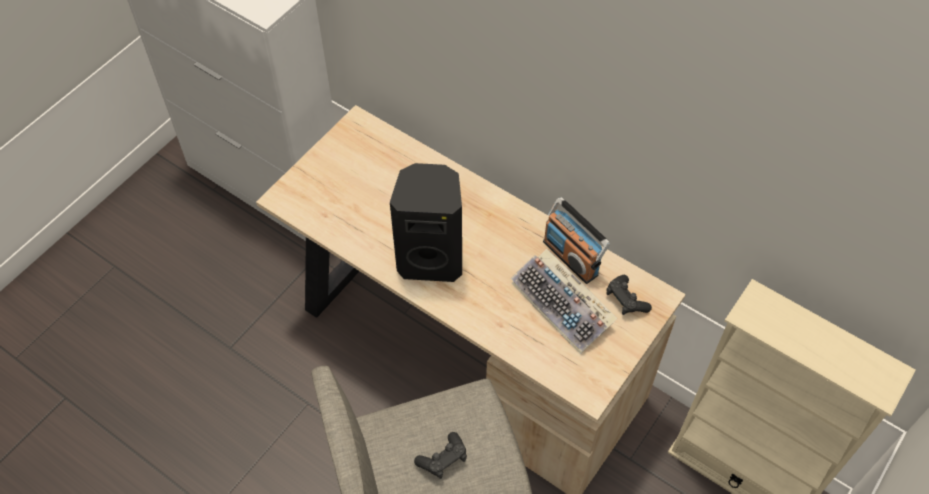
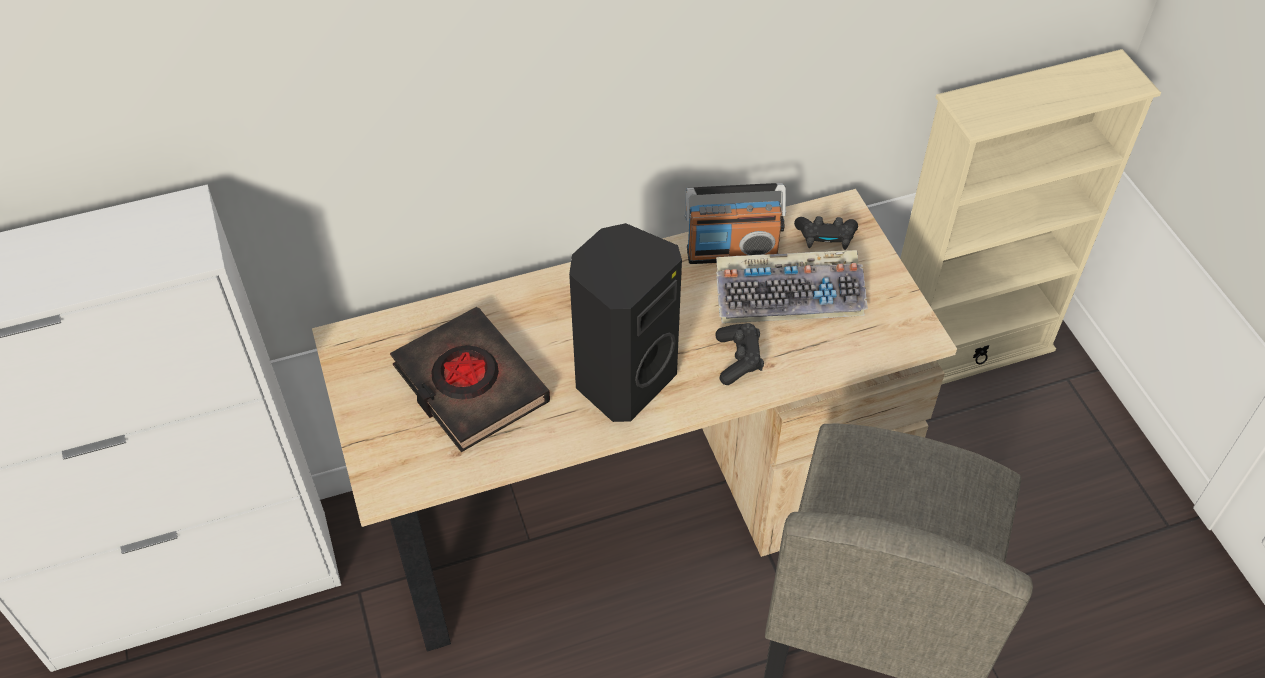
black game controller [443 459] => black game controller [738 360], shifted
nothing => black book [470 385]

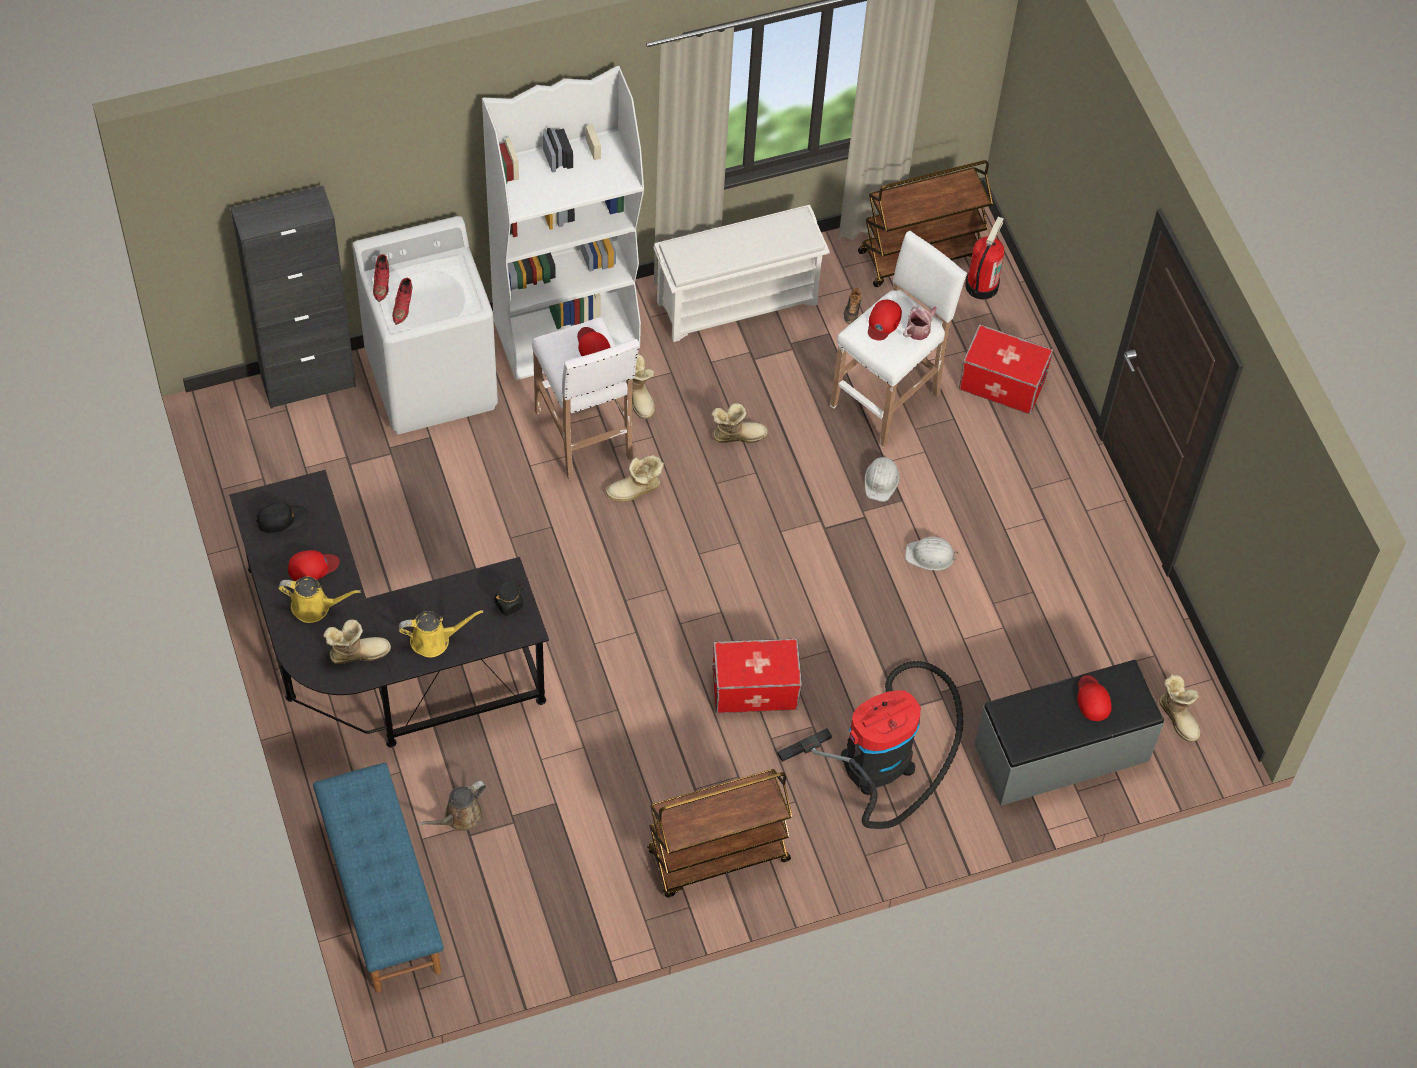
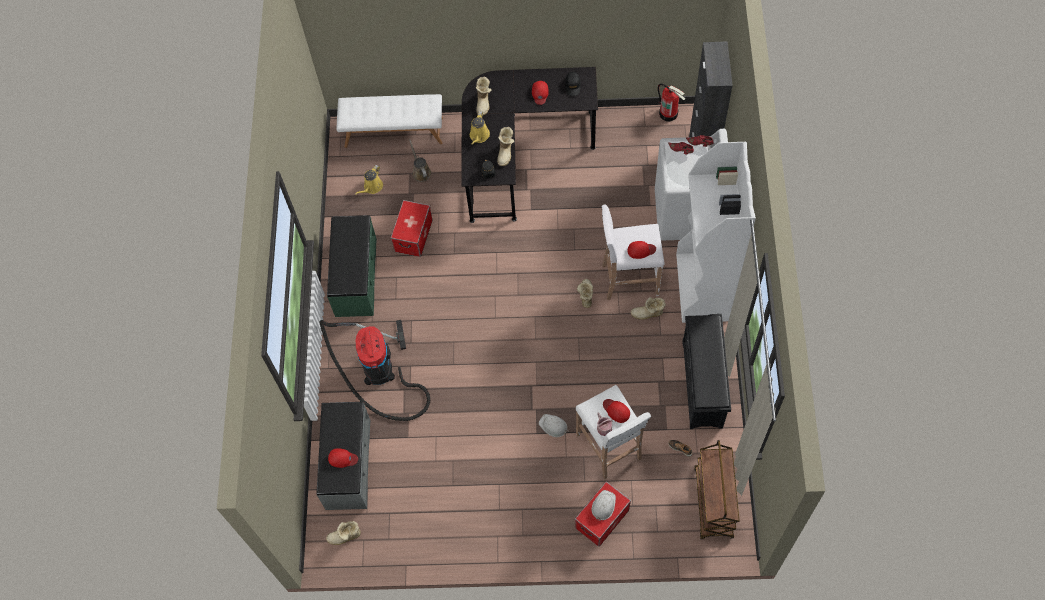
yellow watering can [315 607] => yellow watering can [372 187], shifted
blue bench [380 894] => white bench [393 131]
brown cart [717 857] => green bench [355 277]
white shoe rack [738 301] => black shoe rack [703 385]
boot [737 434] => boot [506 153], shifted
storage box [754 689] => storage box [413 235], shifted
white hard hat [930 556] => white hard hat [603 506], shifted
fire extinguisher [981 285] => fire extinguisher [668 113], shifted

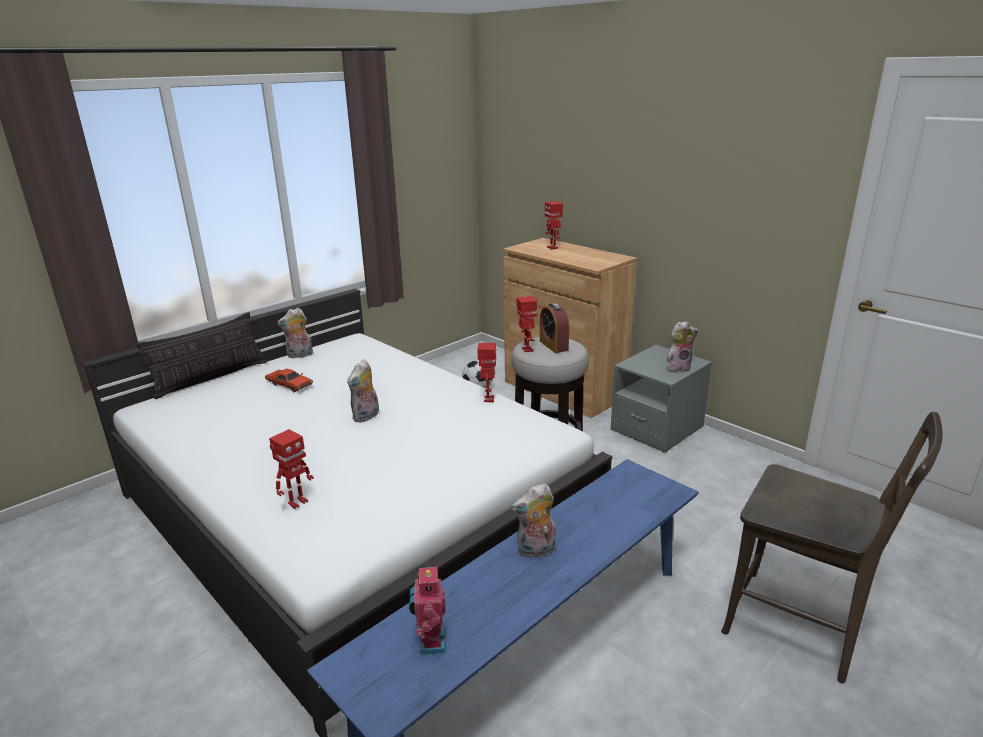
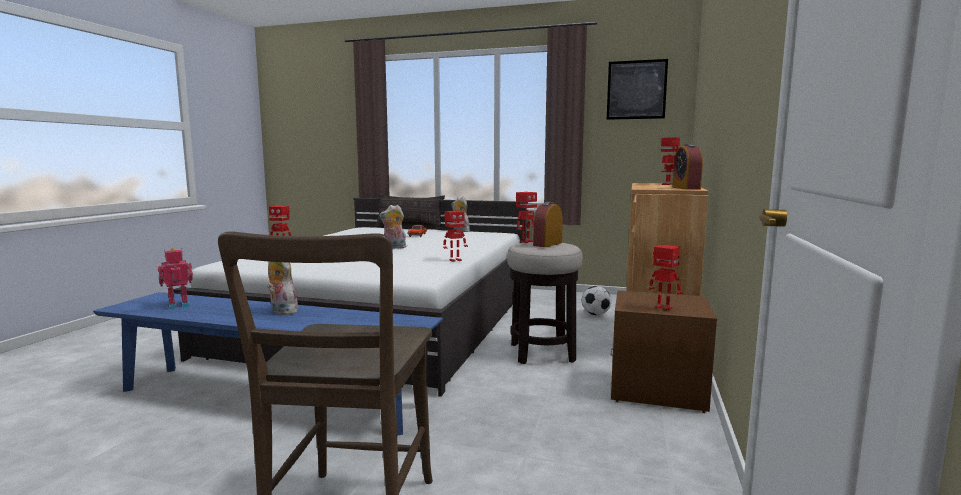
grey nightstand [657 429] => brown nightstand [657 390]
plush toy [678 368] => toy robot [663 308]
nothing => picture [636 90]
nothing => alarm clock [686 188]

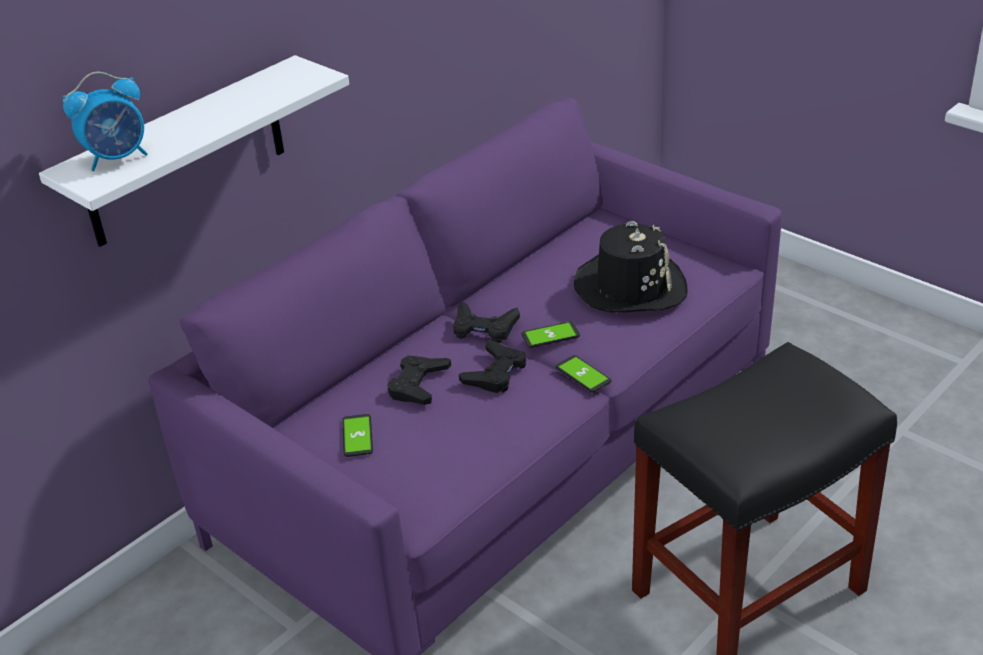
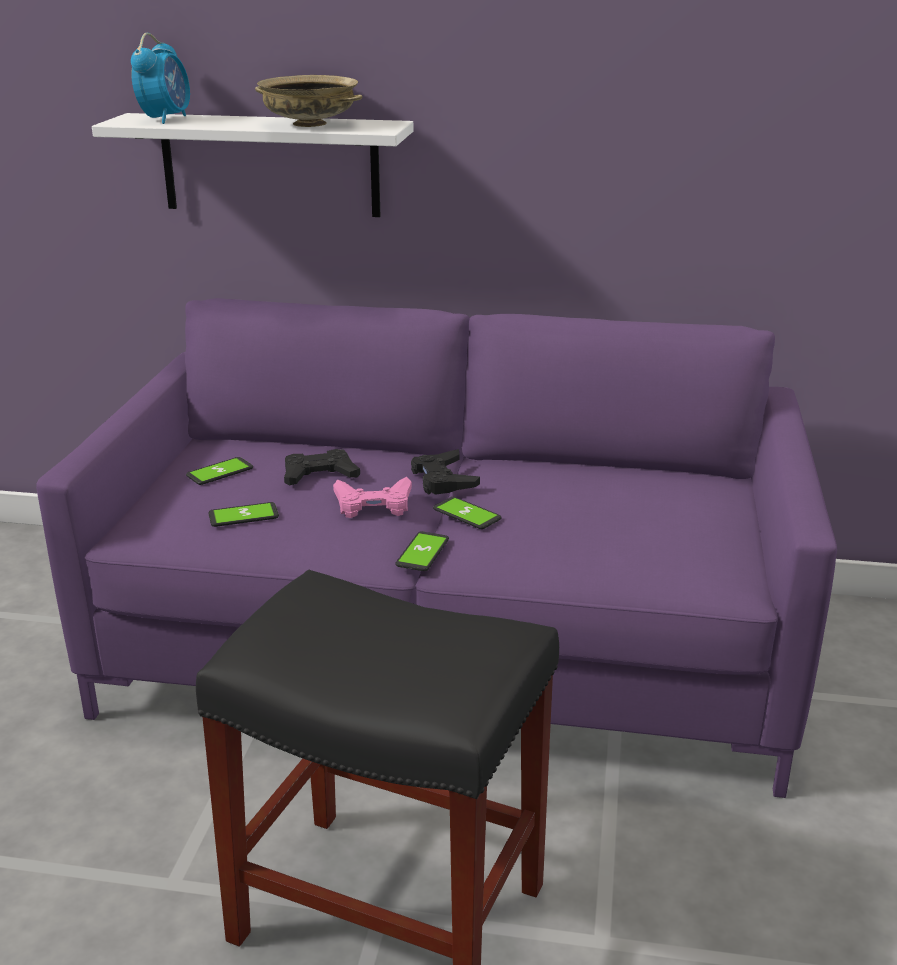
alarm clock [118 158] => alarm clock [165 119], 105 degrees counterclockwise
black game controller [495 373] => pink game controller [373 504]
black hat [630 286] => nothing
nothing => phone [243 516]
nothing => beige bowl [310 124]

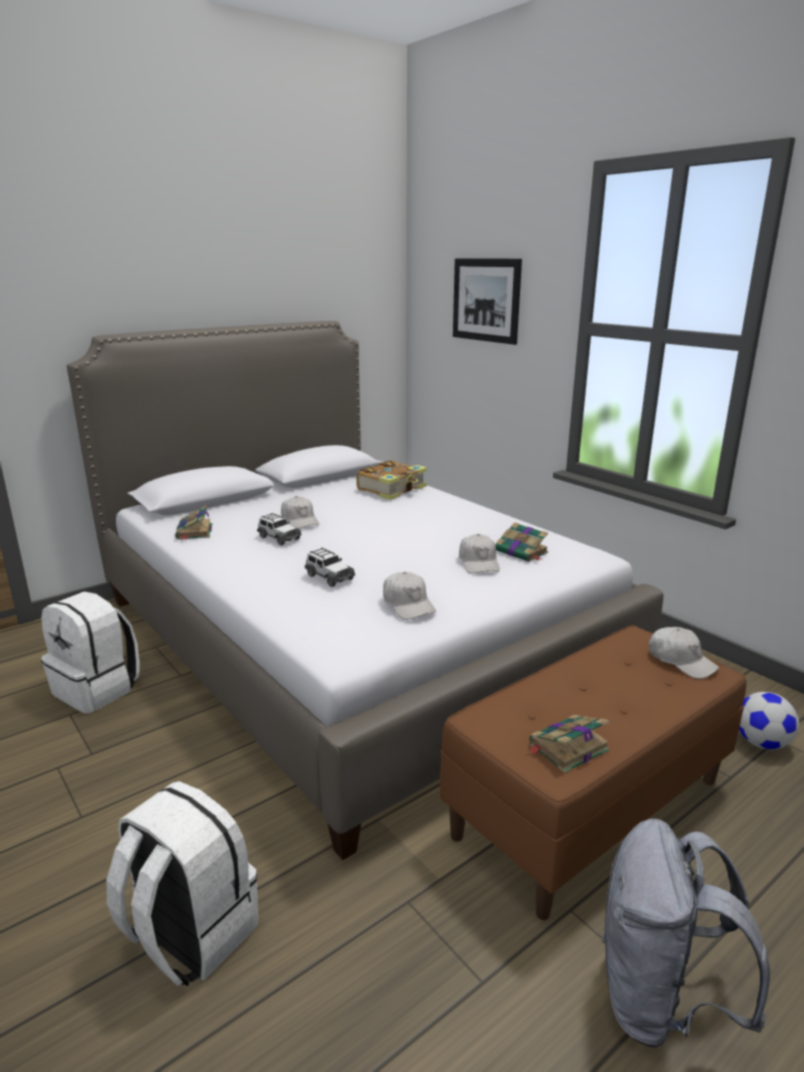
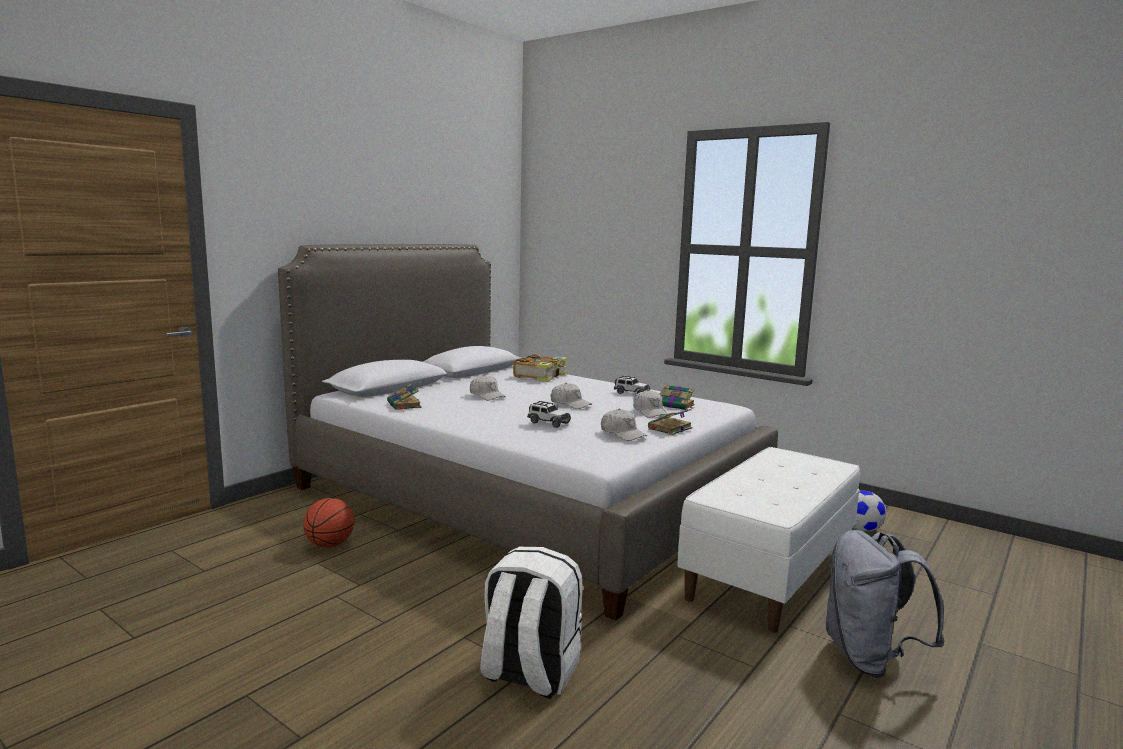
white backpack [98 689] => basketball [330 545]
toy car [278 538] => toy car [631 393], shifted
brown bench [588 806] => white bench [769 573]
picture [486 300] => nothing
book [567 748] => book [669 429], shifted
white cap [681 661] => white cap [570 404], shifted

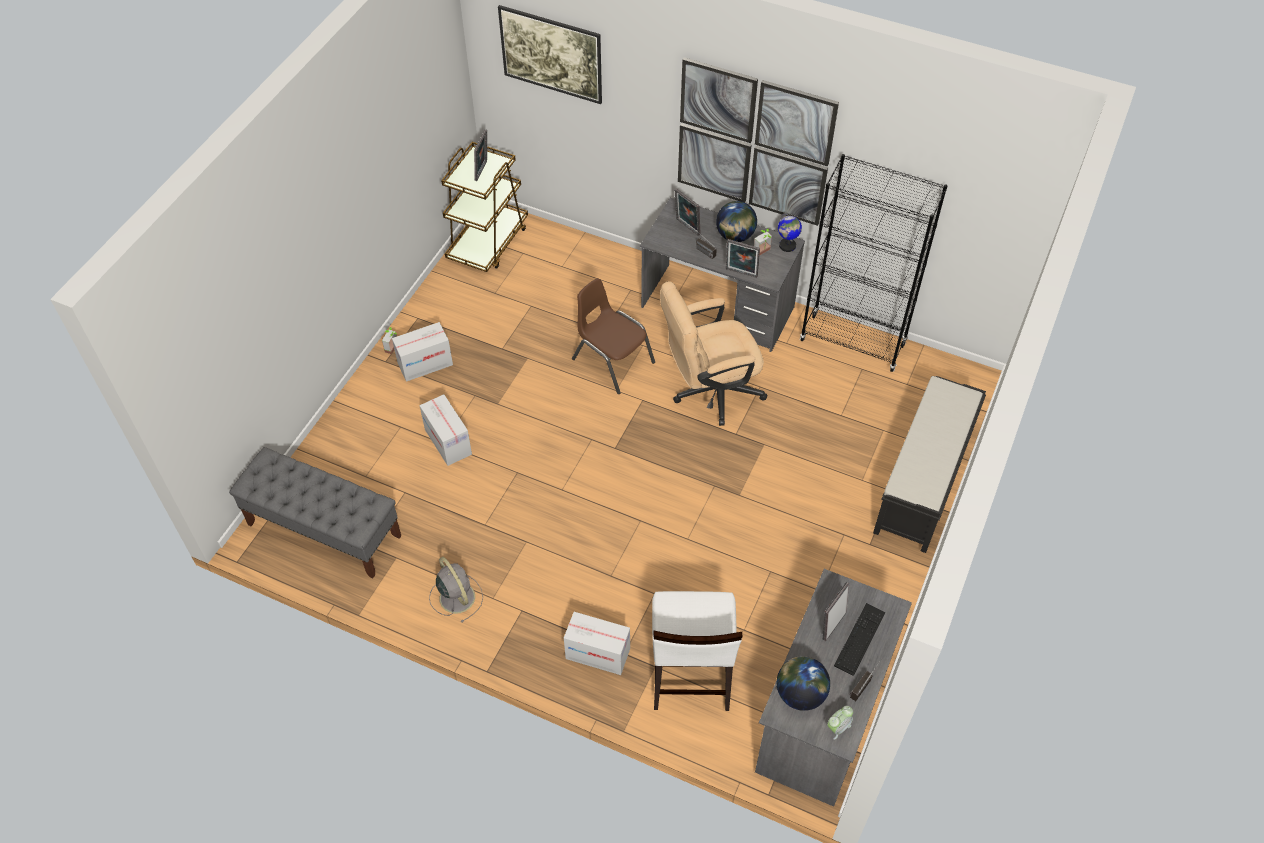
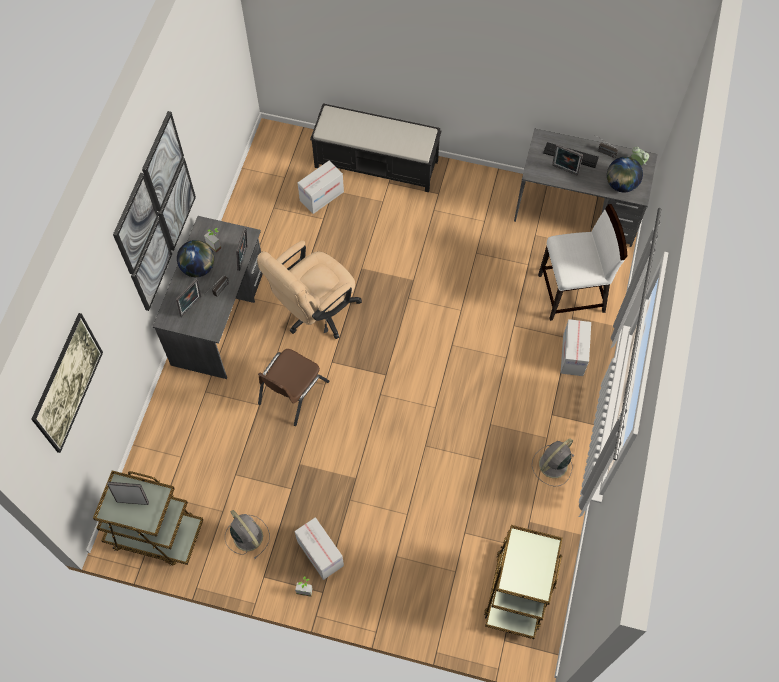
grey bench [323 530] => brown cart [517 590]
cardboard box [448 442] => cardboard box [321 196], shifted
beige office chair [709 392] => beige office chair [315 313], 75 degrees clockwise
globe [787 246] => nothing
black bookcase [852 343] => nothing
nothing => grey fan [247 535]

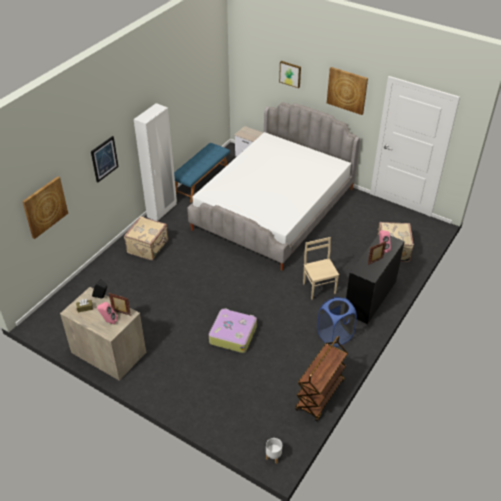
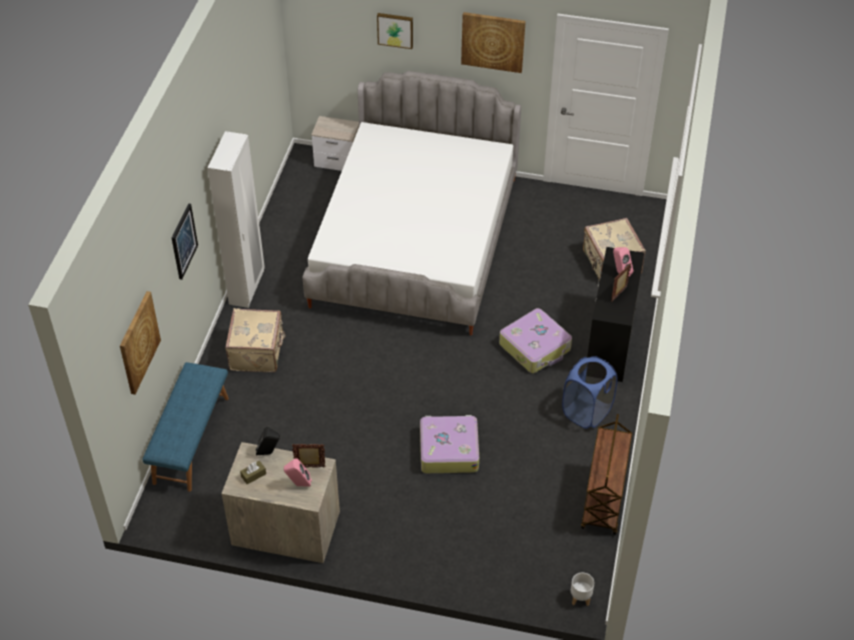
blue bench [201 181] => blue bench [190 439], shifted
beige chair [319 288] => suitcase [535 347]

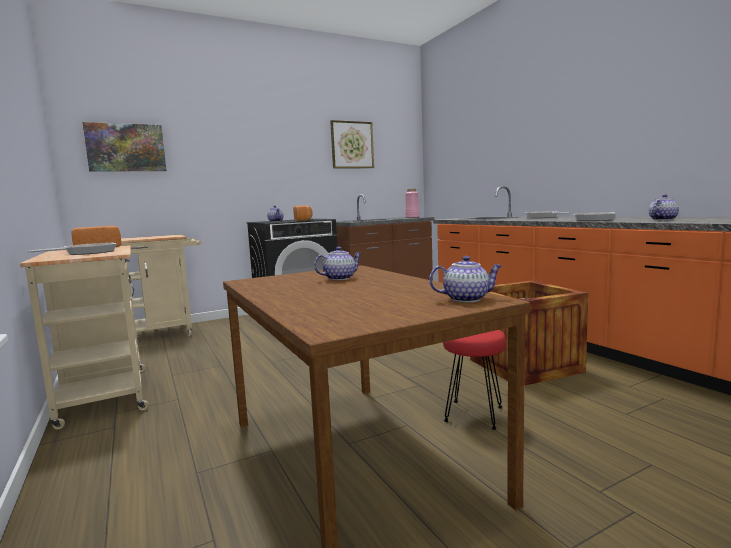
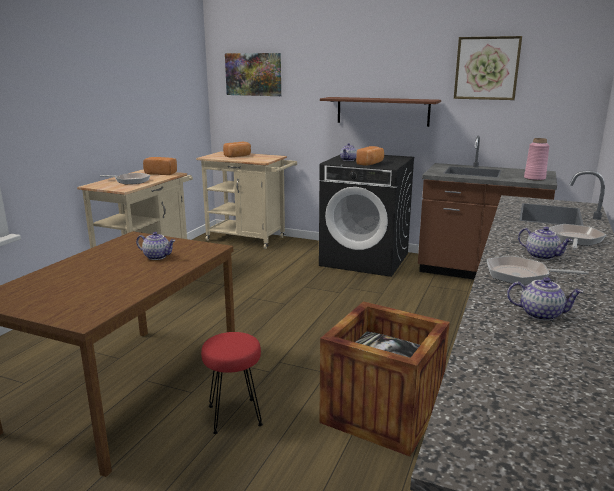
teapot [466 299] => teapot [542 256], shifted
nothing => bread [238 156]
nothing => brown shelf [382 111]

